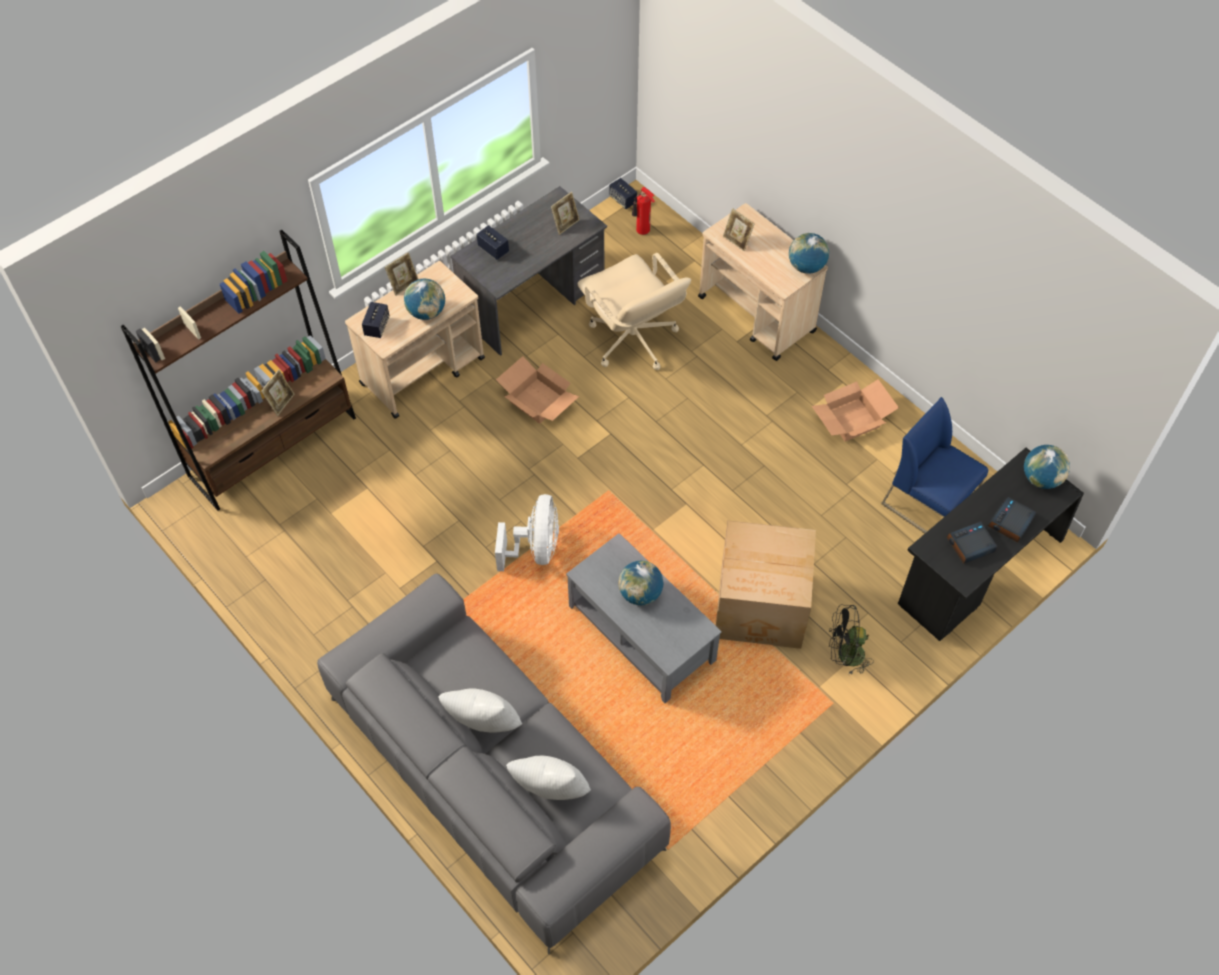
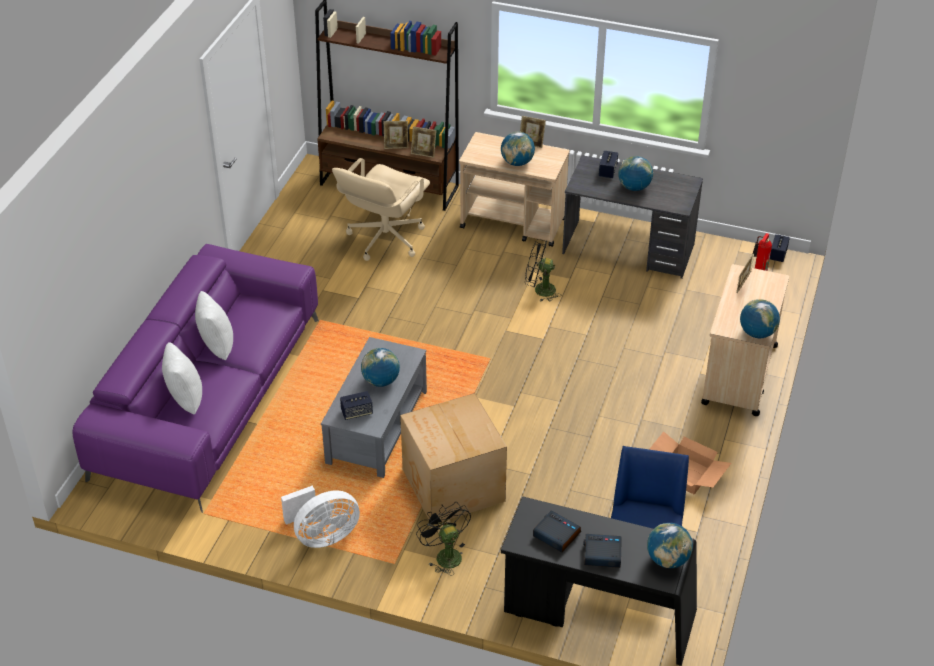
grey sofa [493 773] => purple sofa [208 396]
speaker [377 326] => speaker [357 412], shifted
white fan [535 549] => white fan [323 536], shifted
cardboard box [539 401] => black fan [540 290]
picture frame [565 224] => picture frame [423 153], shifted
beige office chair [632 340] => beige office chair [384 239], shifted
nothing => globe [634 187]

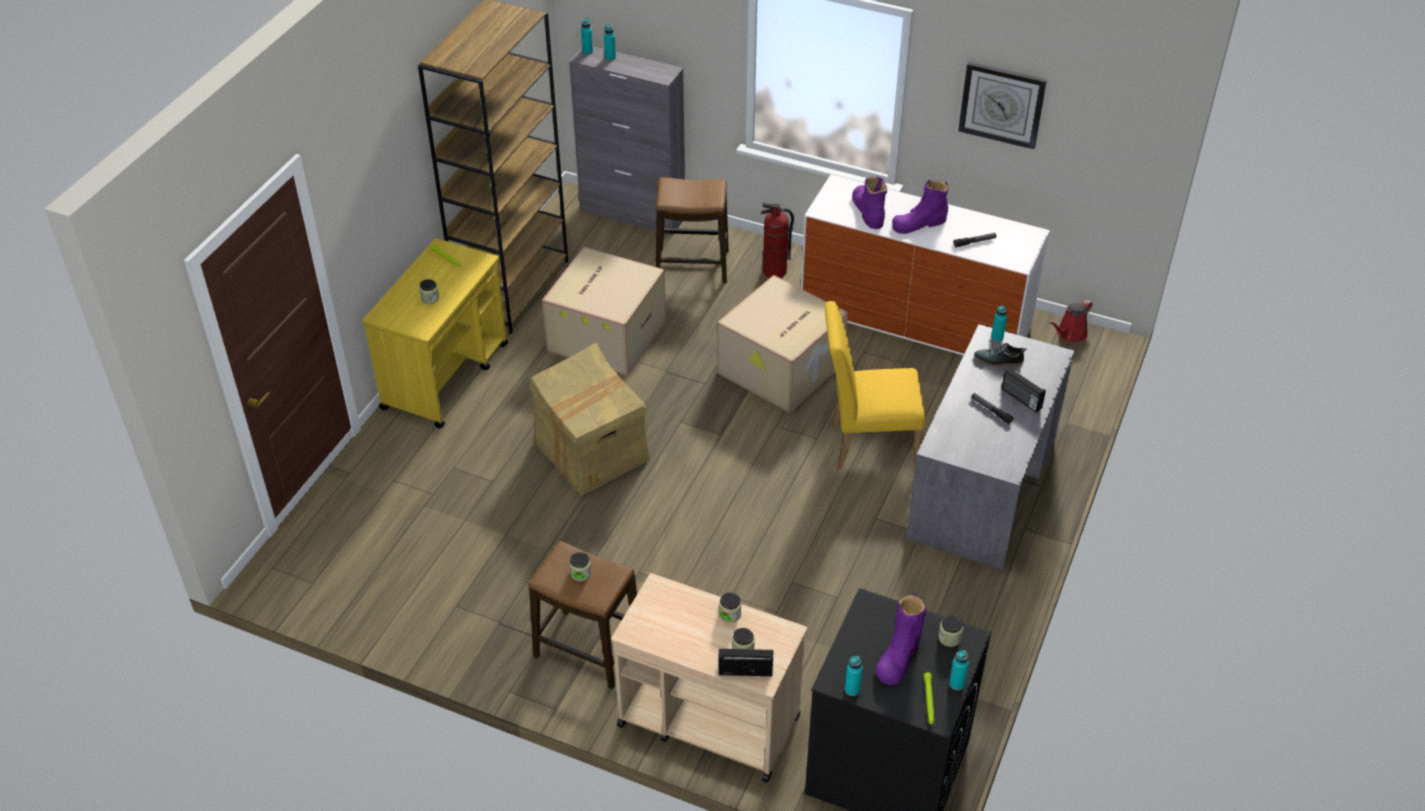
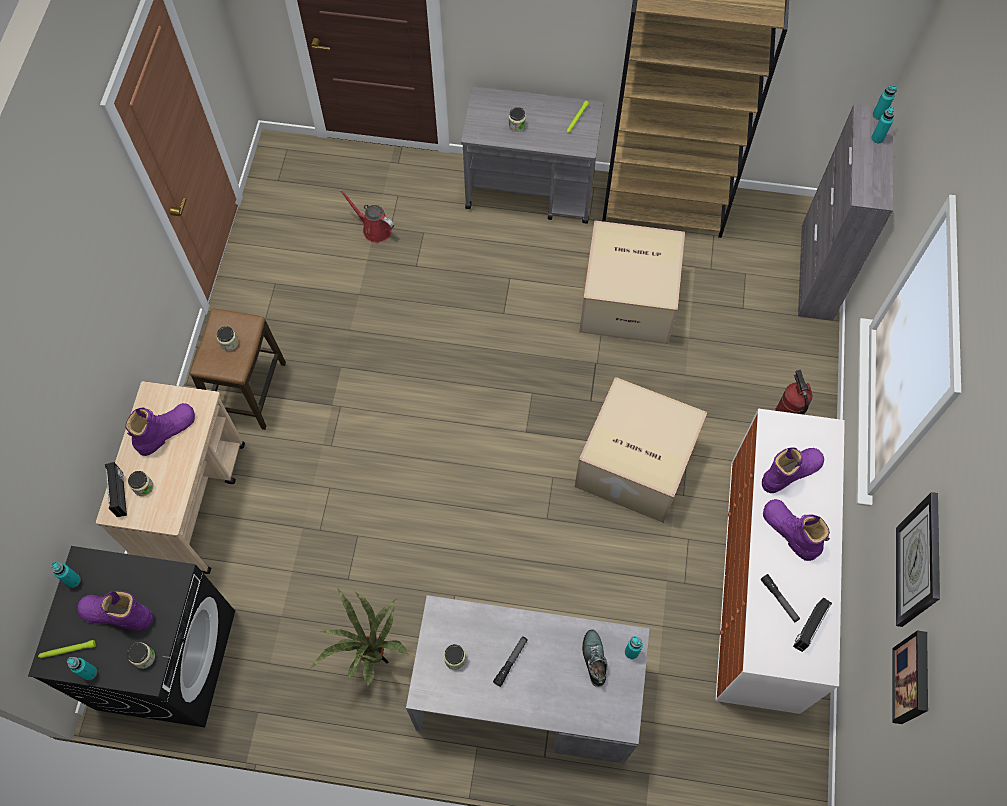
yellow cart [446 375] => grey cart [531 191]
cardboard box [591 451] => nothing
stool [692 266] => nothing
jar [730 614] => jar [455 659], shifted
yellow chair [866 444] => nothing
radio [1021 399] => radio [808 627], shifted
red watering can [1069 334] => red watering can [374 229], shifted
nothing => purple boot [166 431]
nothing => potted plant [373 659]
nothing => picture [914 678]

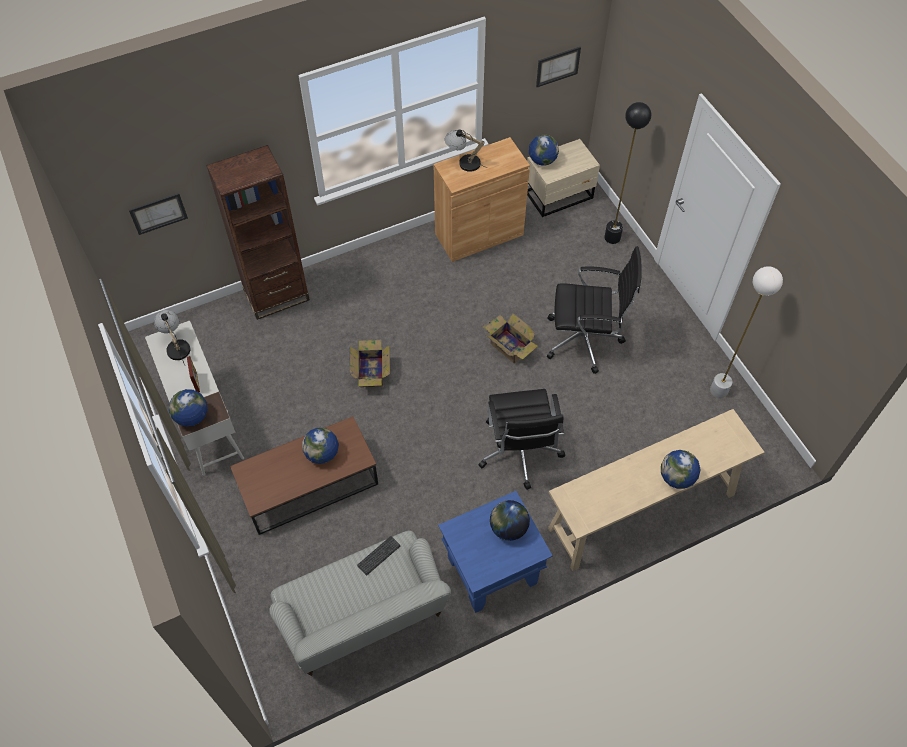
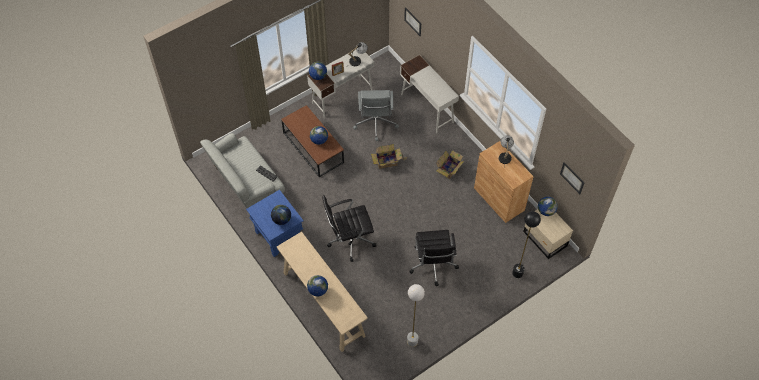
brown bookcase [276 296] => white desk [427 108]
cardboard box [509 345] => cardboard box [450 168], shifted
nothing => grey office chair [375 124]

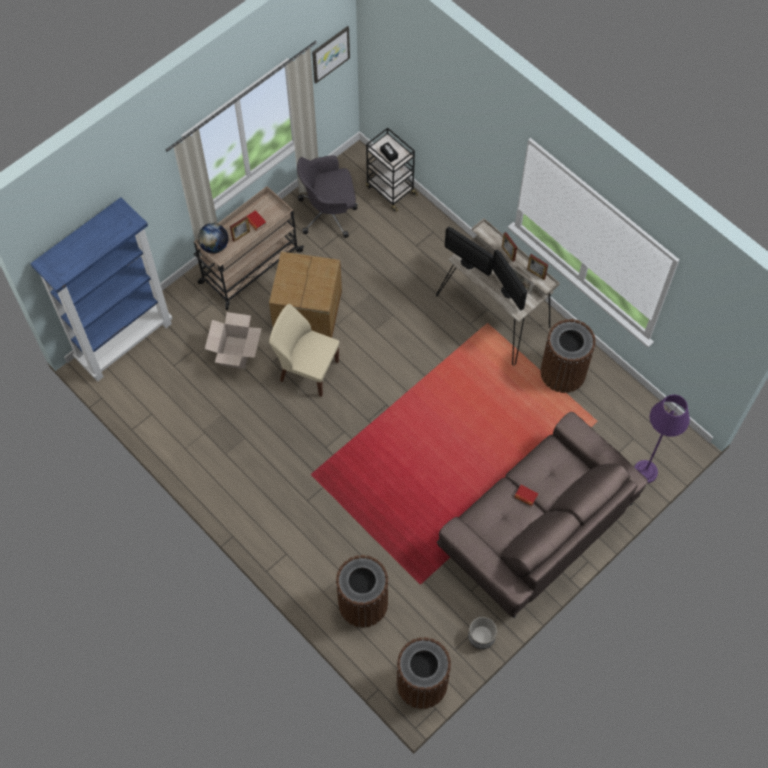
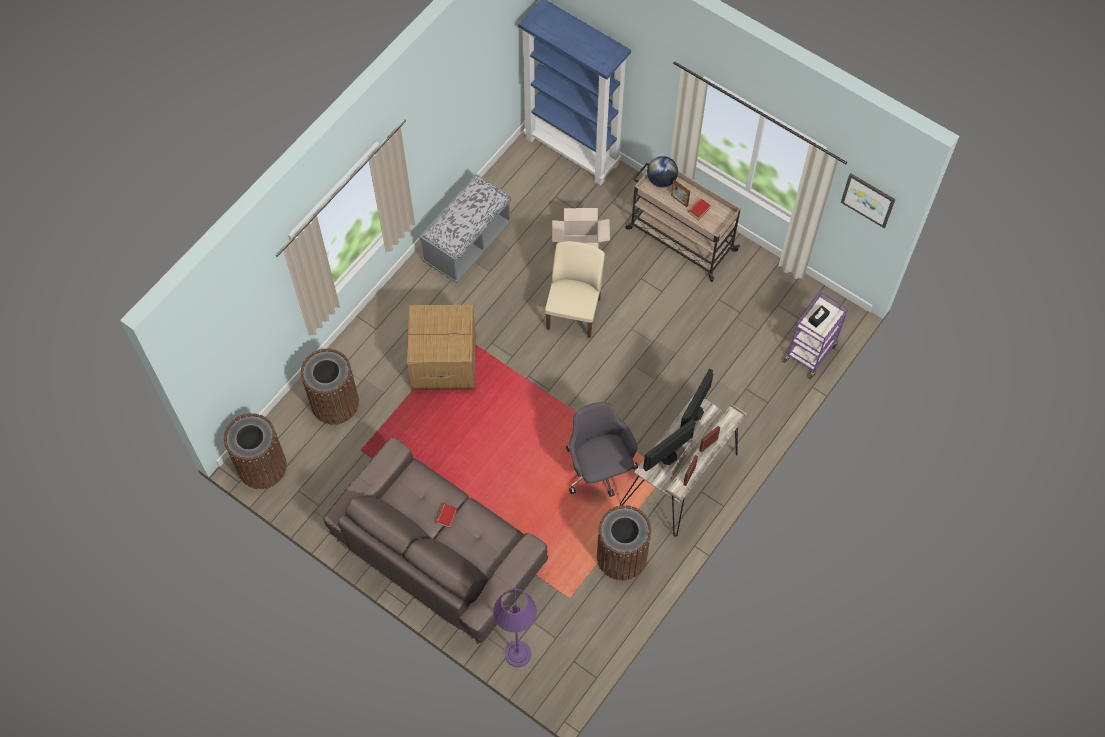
cardboard box [306 311] => cardboard box [443 361], shifted
grey office chair [329 213] => grey office chair [599 469], shifted
black cart [390 190] => purple cart [810 352]
planter [481 636] => nothing
nothing => grey bench [467 243]

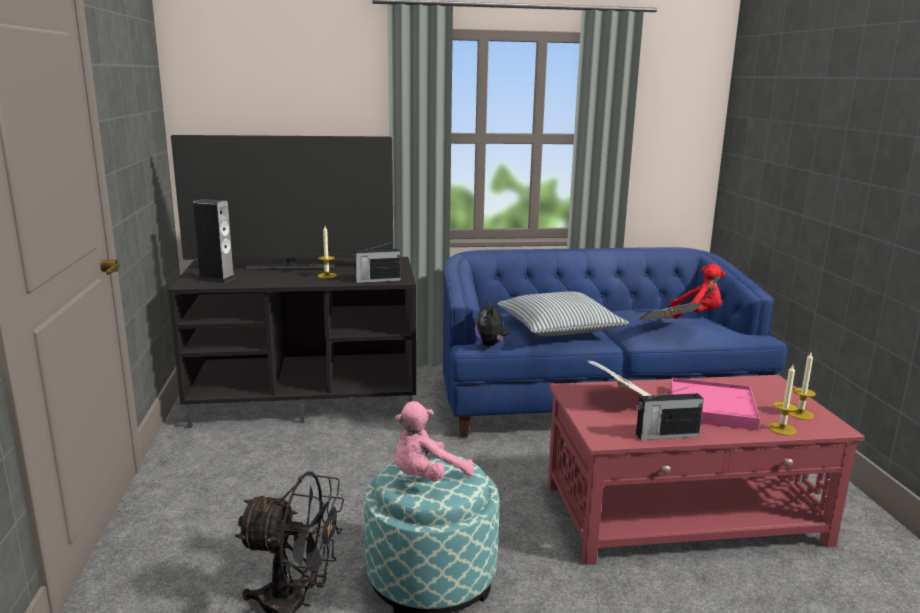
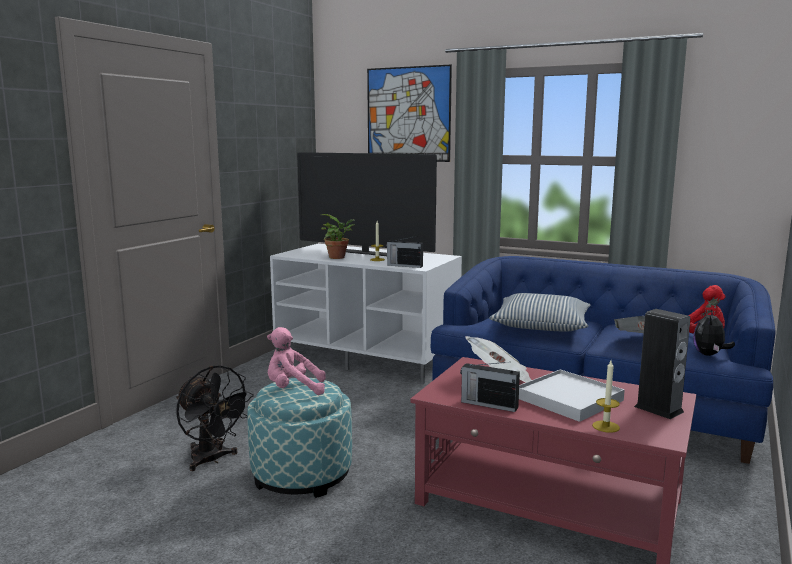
black tv stand [307 399] => white tv stand [368 357]
speaker [216 278] => speaker [658 409], shifted
plush toy [491 344] => plush toy [709 355], shifted
pink tray [711 408] => white tray [568 399]
candle [800 414] => nothing
nothing => potted plant [339 257]
nothing => picture [408 114]

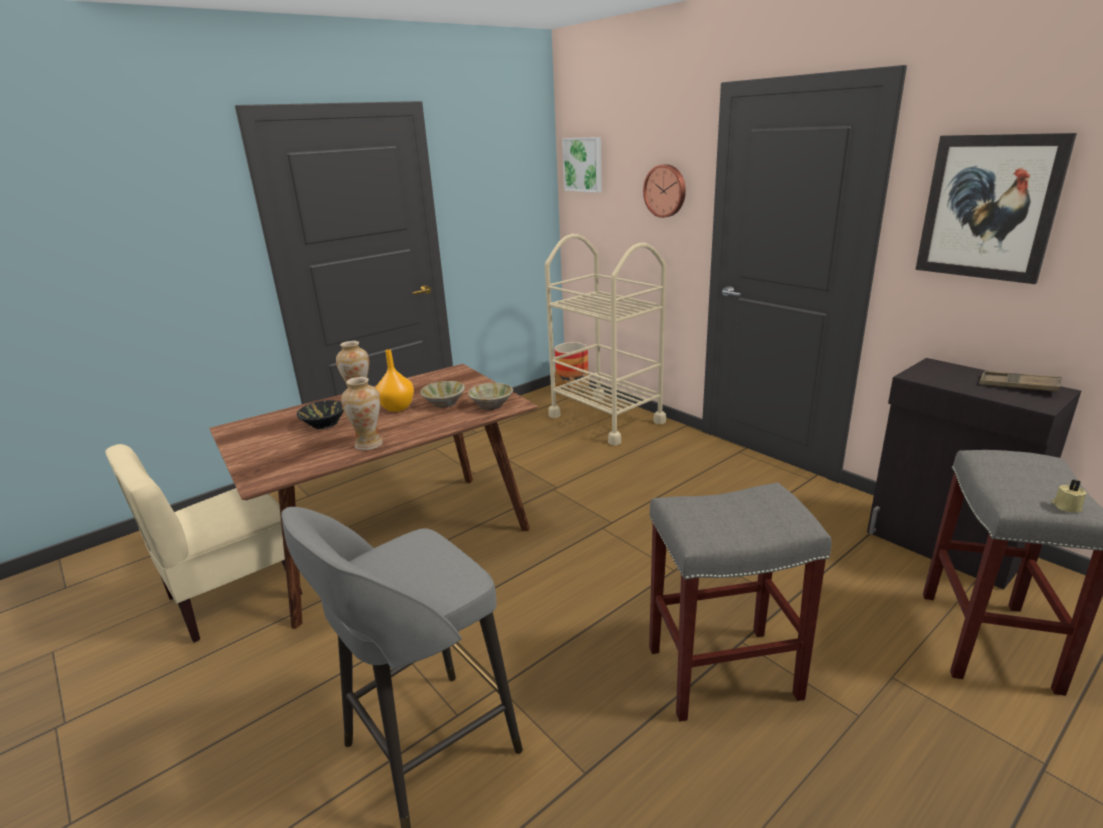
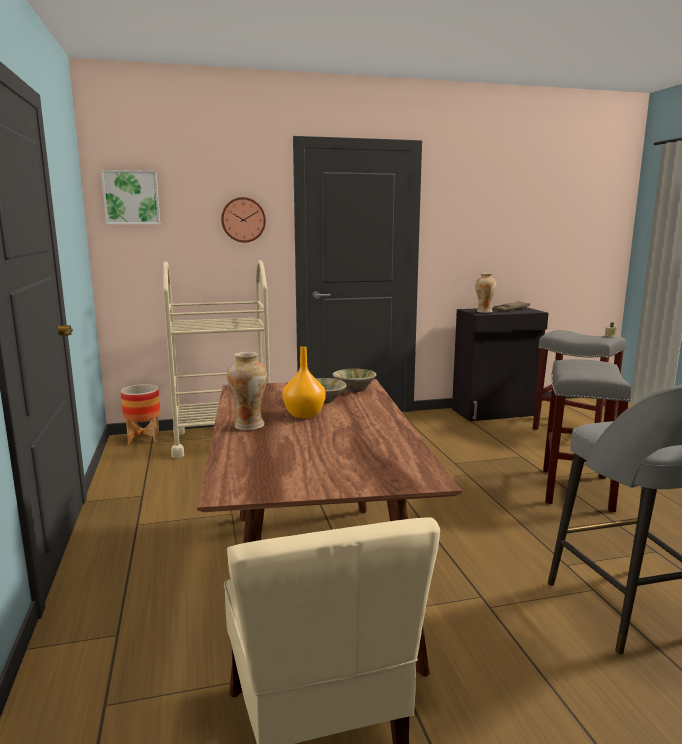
black bowl [324 424] => nothing
vase [368 444] => vase [484 311], shifted
picture [989 208] => nothing

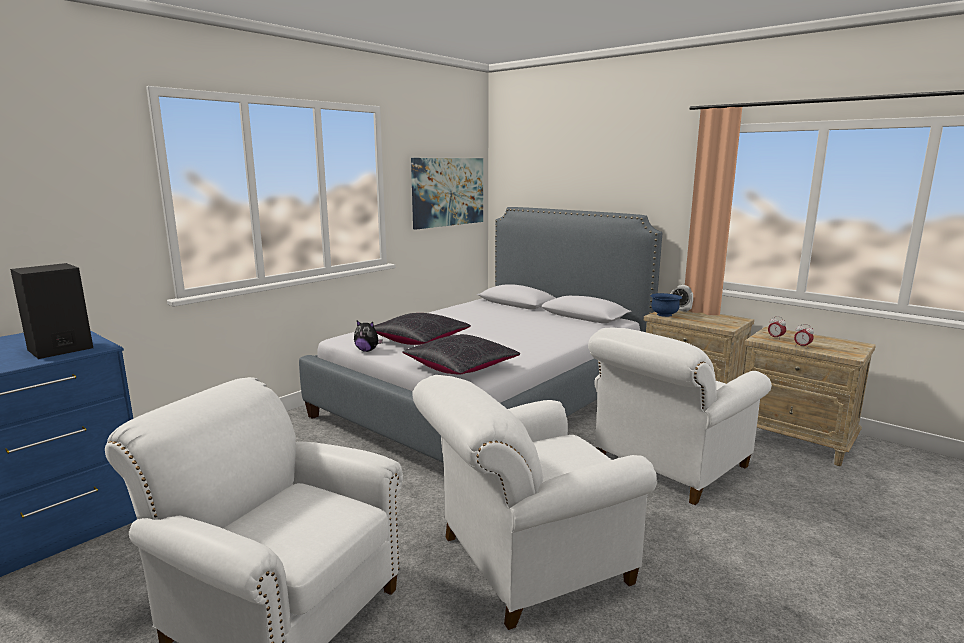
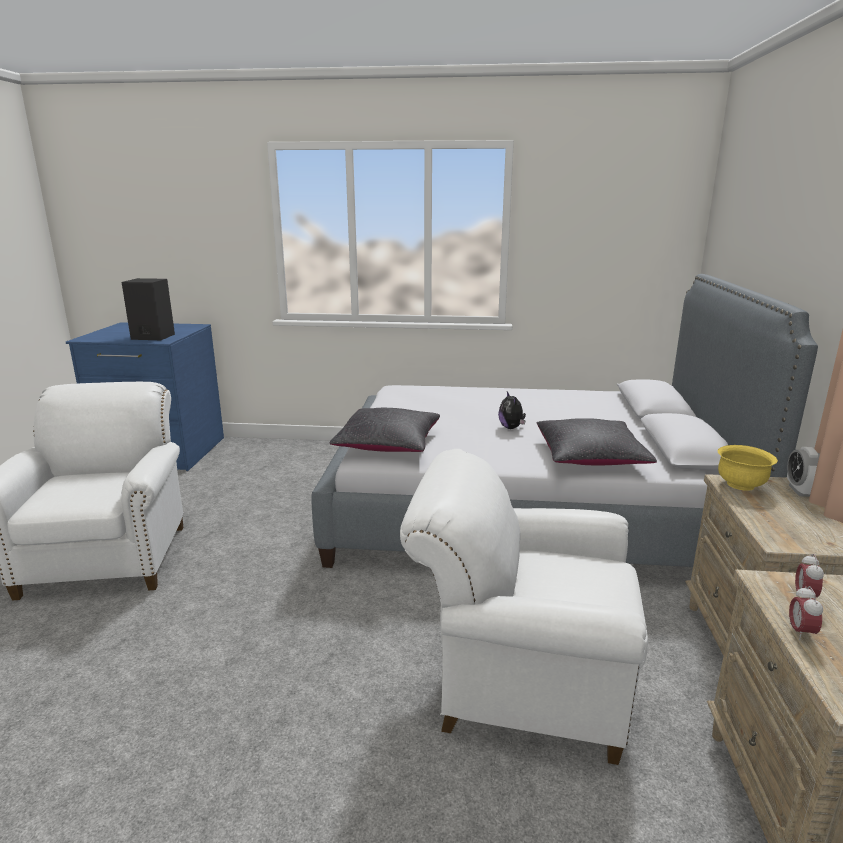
plush toy [367 350] => plush toy [511 428], shifted
black pillow [420 340] => black pillow [590 457], shifted
picture [448 192] => nothing
white armchair [525 561] => nothing
blue bowl [664 315] => yellow bowl [741 485]

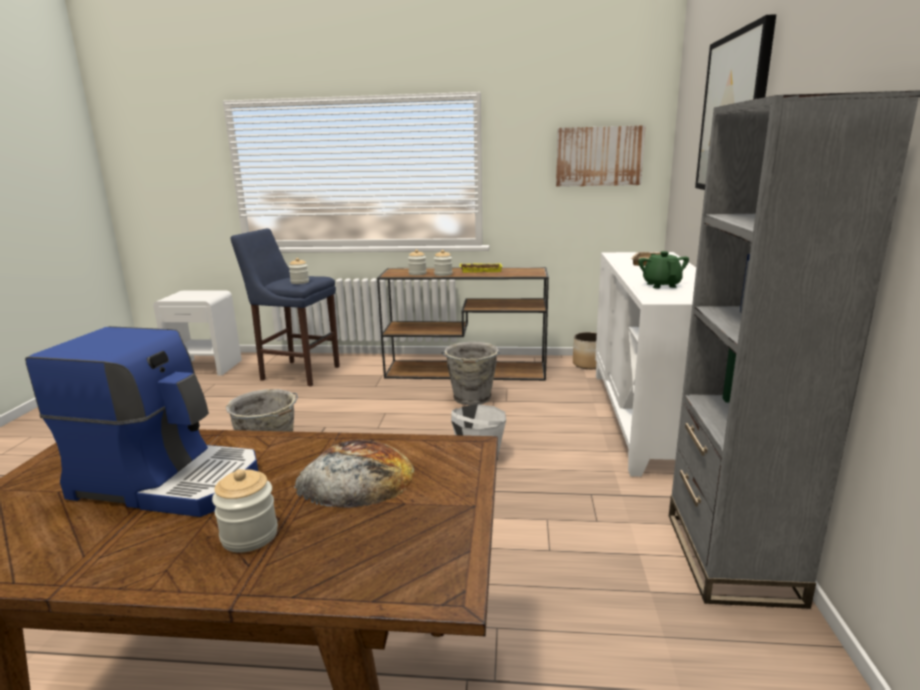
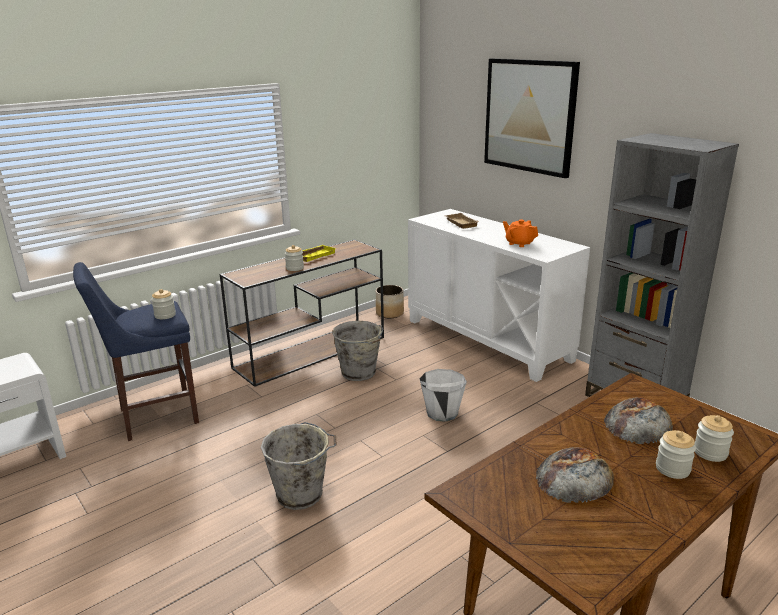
coffee machine [169 480] => bread [574 477]
jar [417 273] => jar [710 452], shifted
picture [599 156] => nothing
green teapot [661 285] => orange teapot [519 243]

